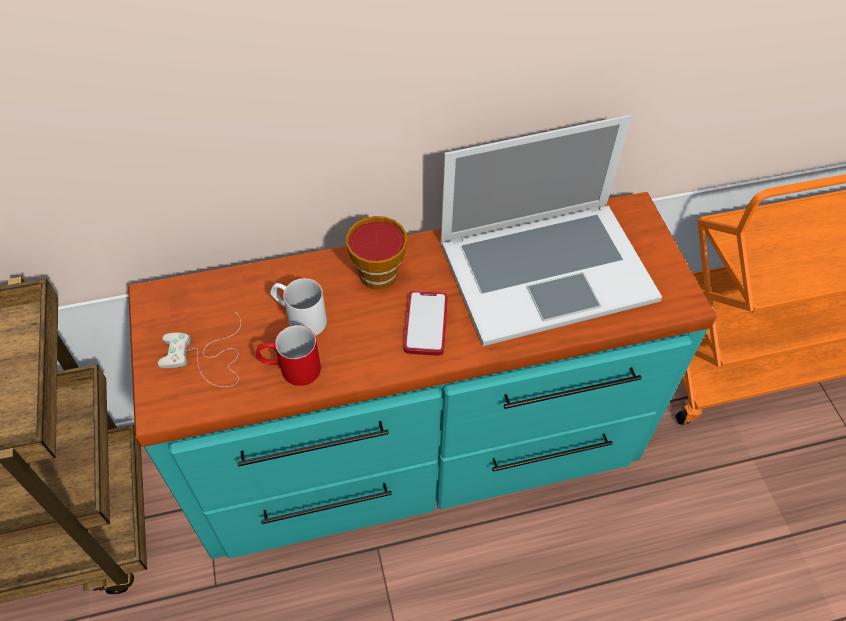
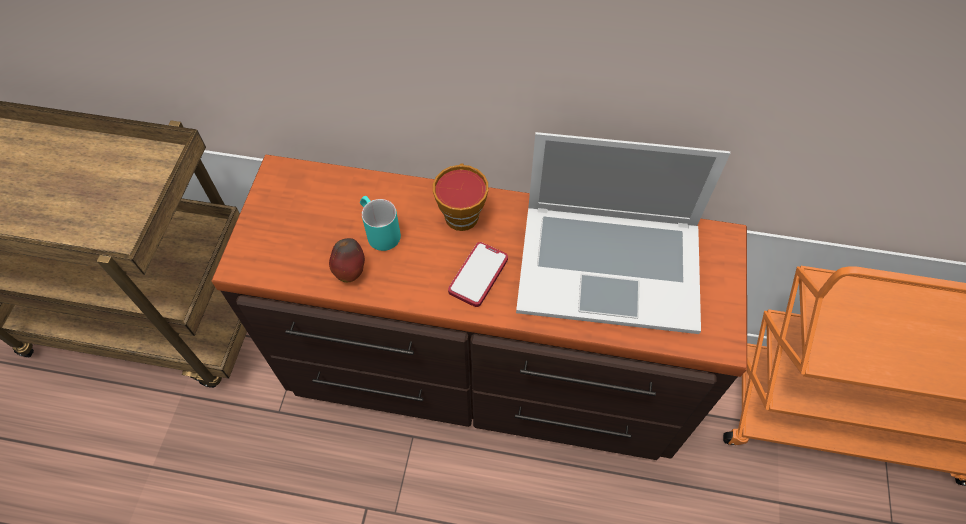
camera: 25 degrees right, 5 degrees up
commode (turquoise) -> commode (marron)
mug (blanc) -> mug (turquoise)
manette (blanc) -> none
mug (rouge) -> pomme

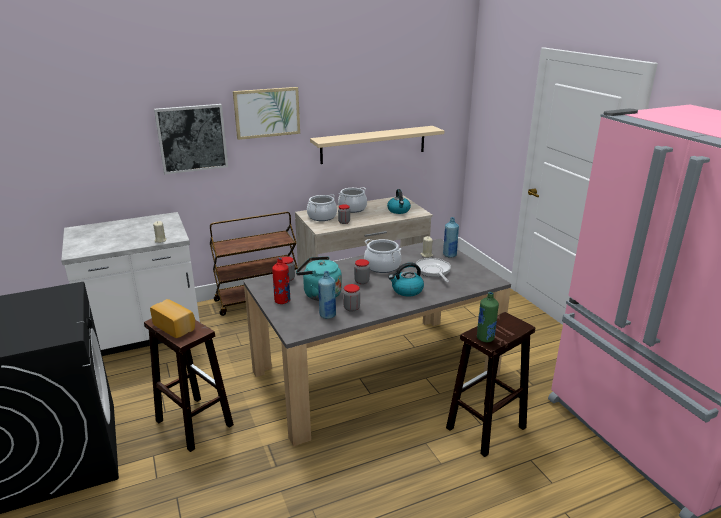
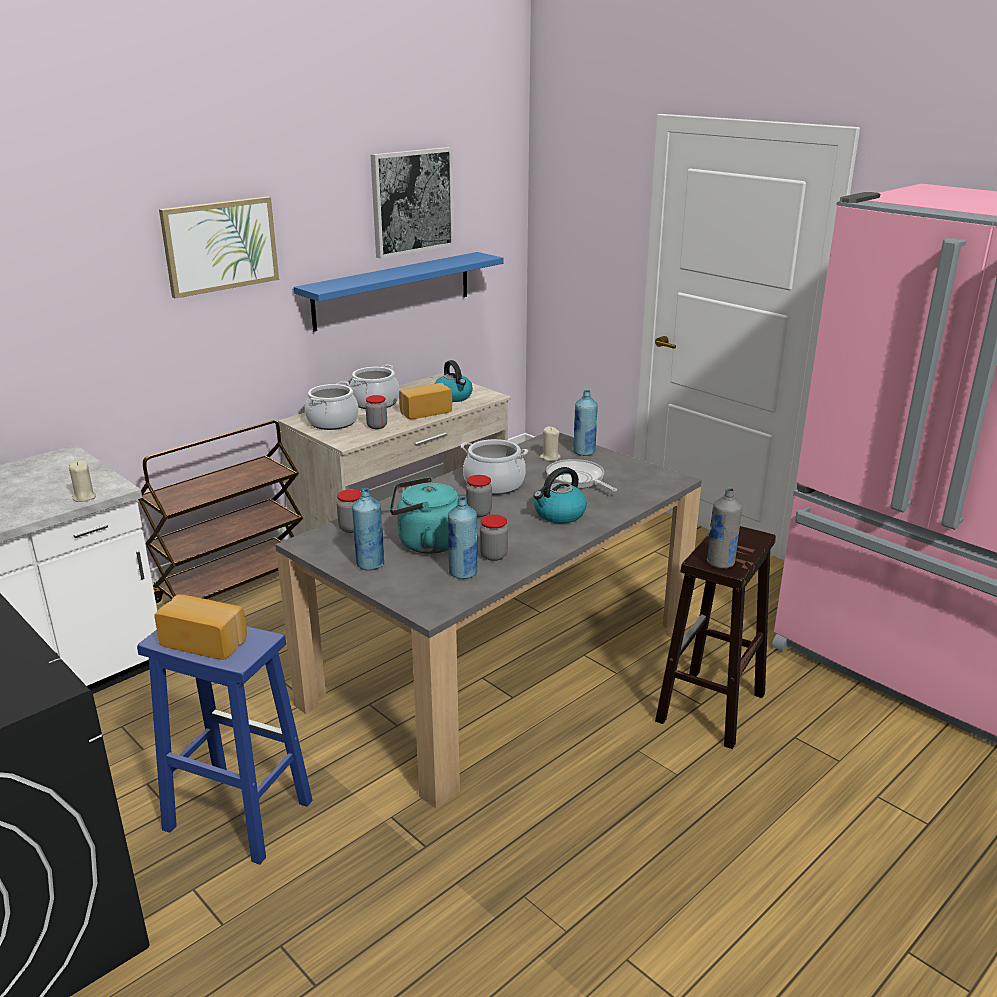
camera: 20 degrees left, 0 degrees up
tableau (1st from left in the first image) -> tableau (2nd from left), move
étagère (beige) -> étagère (bleu)
bouteille (rouge) -> bouteille (bleu) (1st from left)
bouteille (vert) -> bouteille (gris)
tabouret (marron) (1st from left) -> tabouret (bleu)
none -> pain (2nd from left)

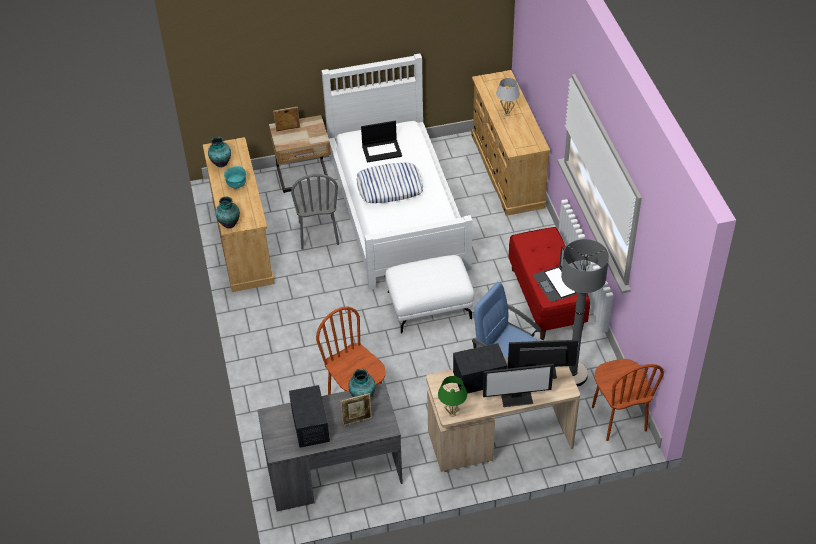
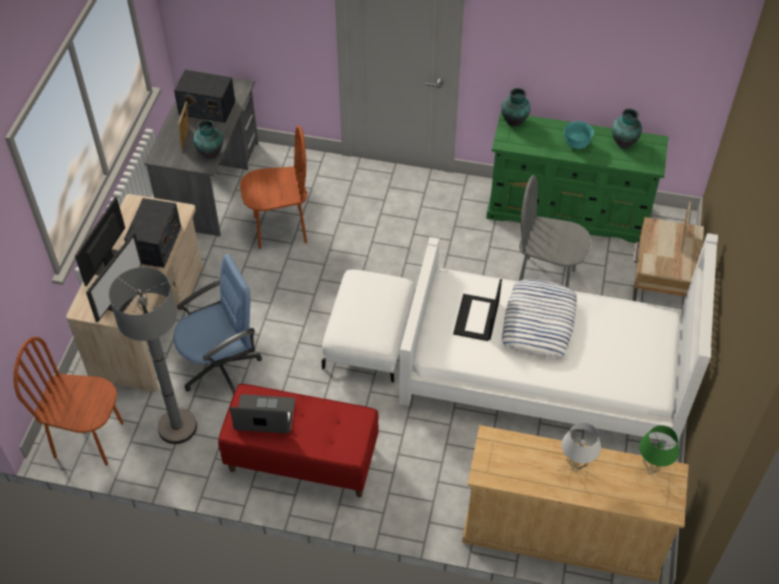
camera: 115 degrees right, 5 degrees up
ordinateur portable (1st from left in the first image) -> ordinateur portable (2nd from left), move
commode (beige) (1st from left) -> commode (vert)
lampe de table (vert), move

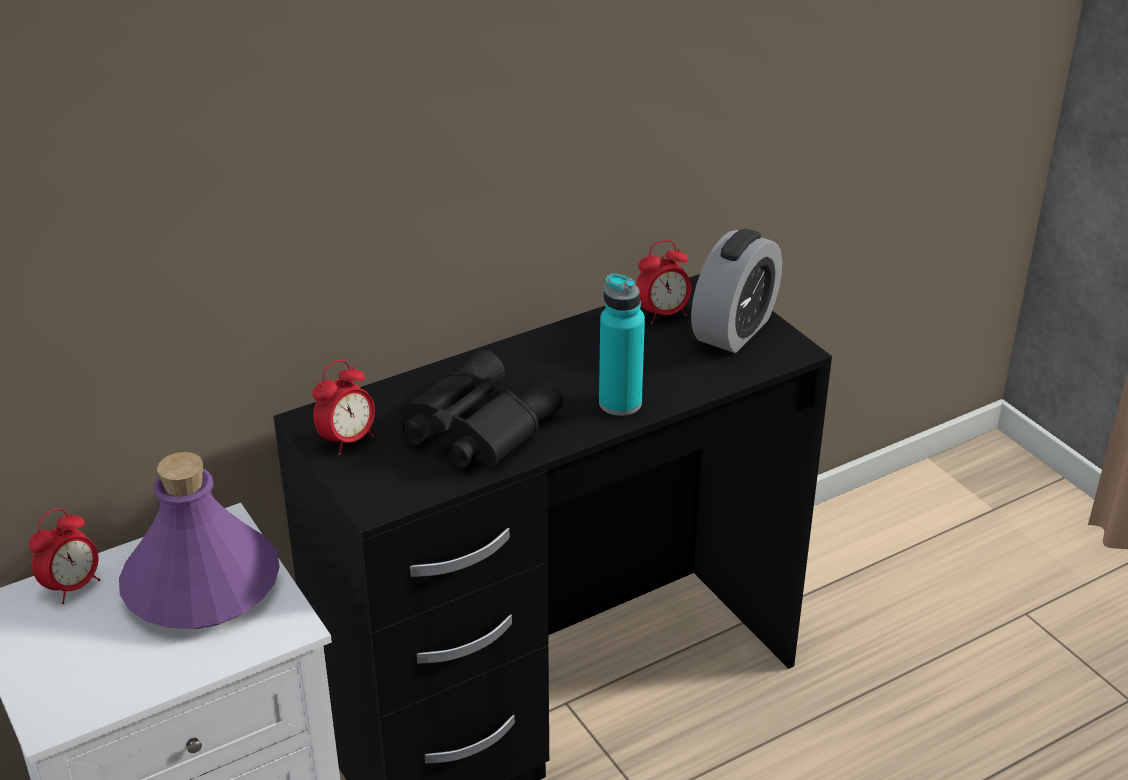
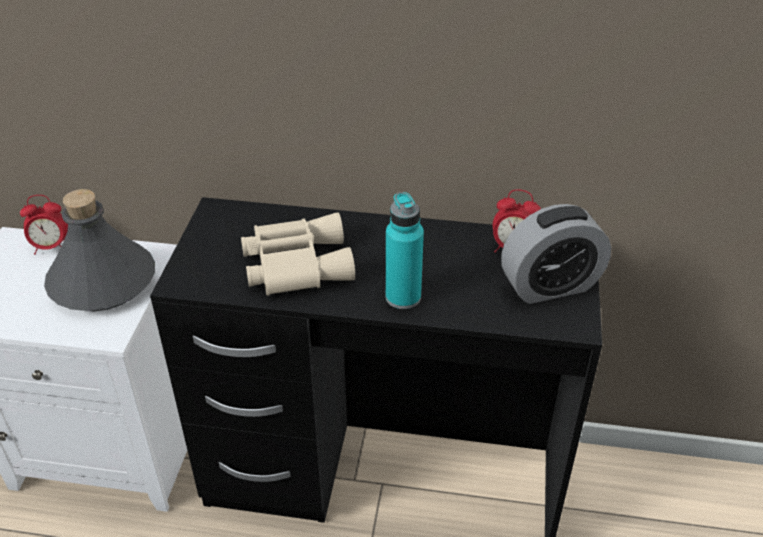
camera: 40 degrees right, 5 degrees up
jumelles (noir) -> jumelles (beige)
réveil (2nd from left) -> none
bouteille (violet) -> bouteille (gris)

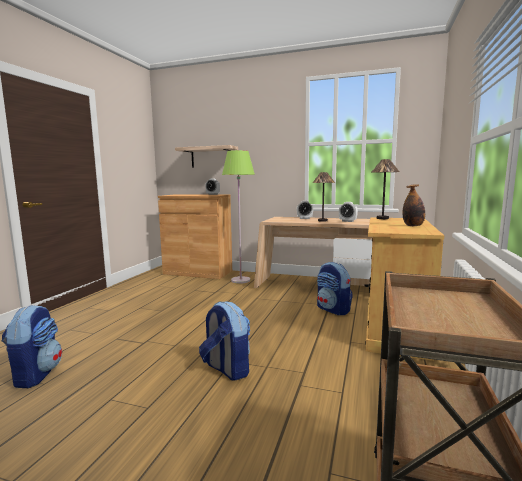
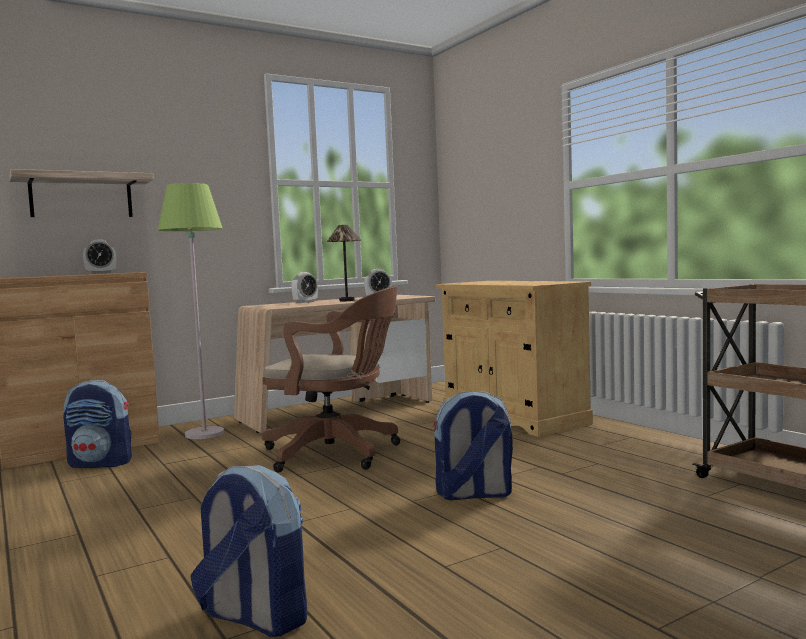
camera: 50 degrees left, 5 degrees down
lampe de table (2nd from left) -> none
bouteille -> none
sac à dos (3rd from left in the first image) -> sac à dos (1st from left), move
none -> chaise de bureau (marron)

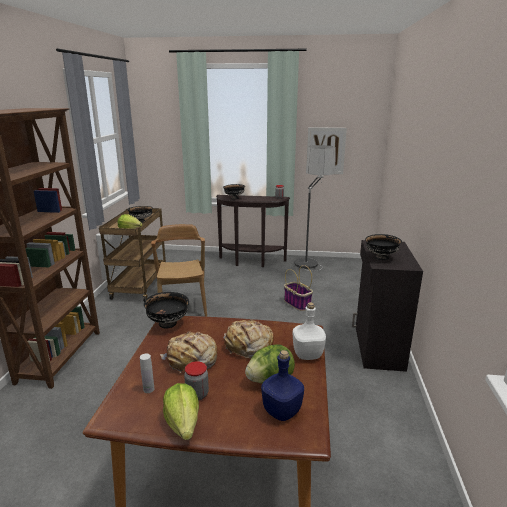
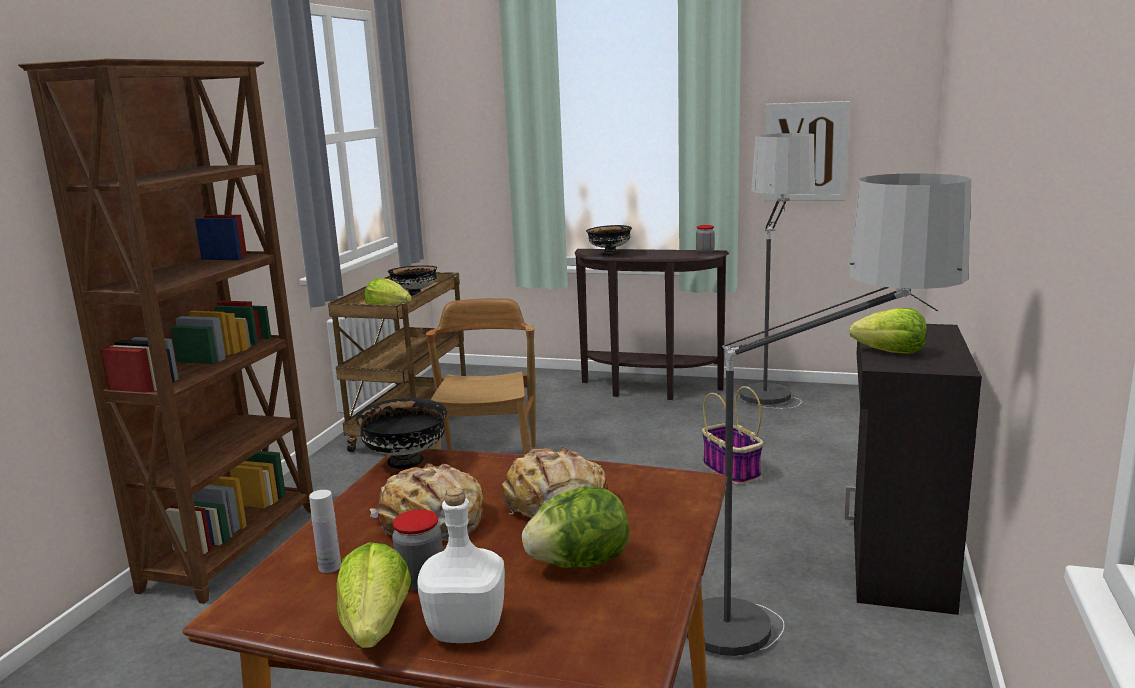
camera: 10 degrees right, 5 degrees down
bol (noir) (4th from left) -> laitue (4th from left)
bouteille (blanc) (2nd from left), move
bouteille (bleu) -> none
none -> lampadaire (2nd from left)

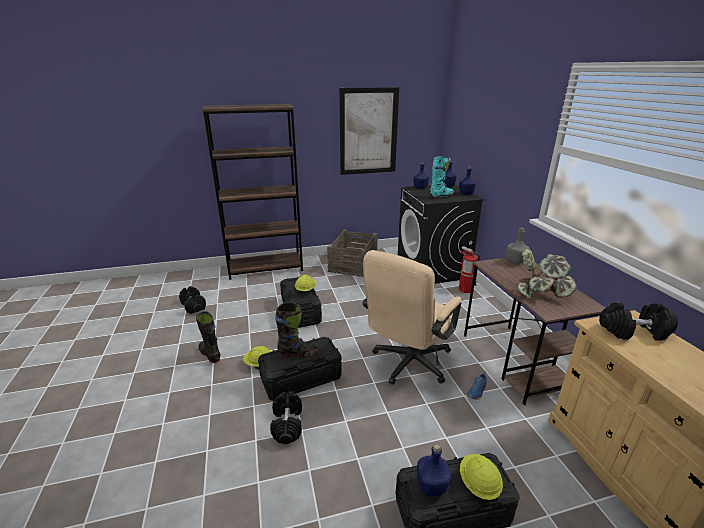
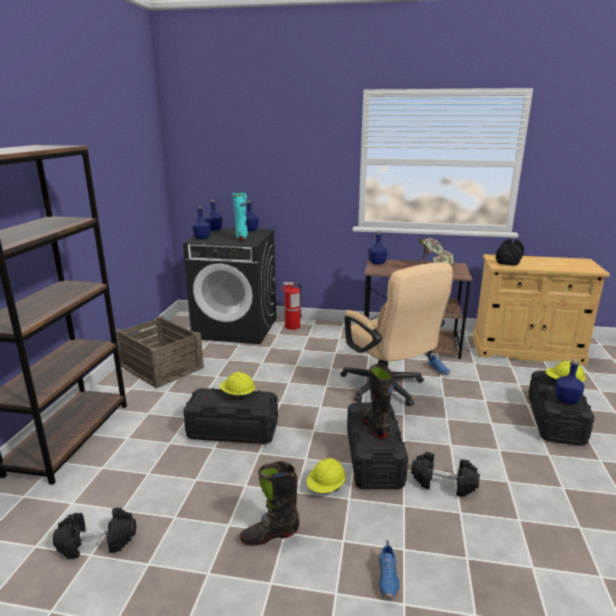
camera: 65 degrees left, 5 degrees down
tableau -> none
bouteille (gris) -> bouteille (bleu) (4th from left)
botte (noir) (2nd from left), 45 degrees counterclockwise
none -> chaussure (bleu) (1st from left)

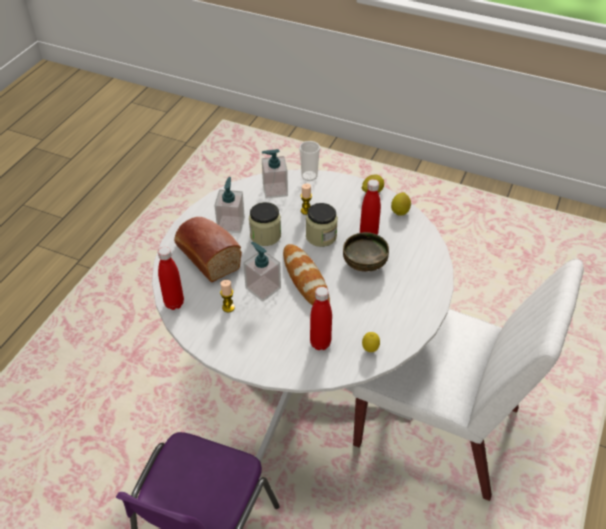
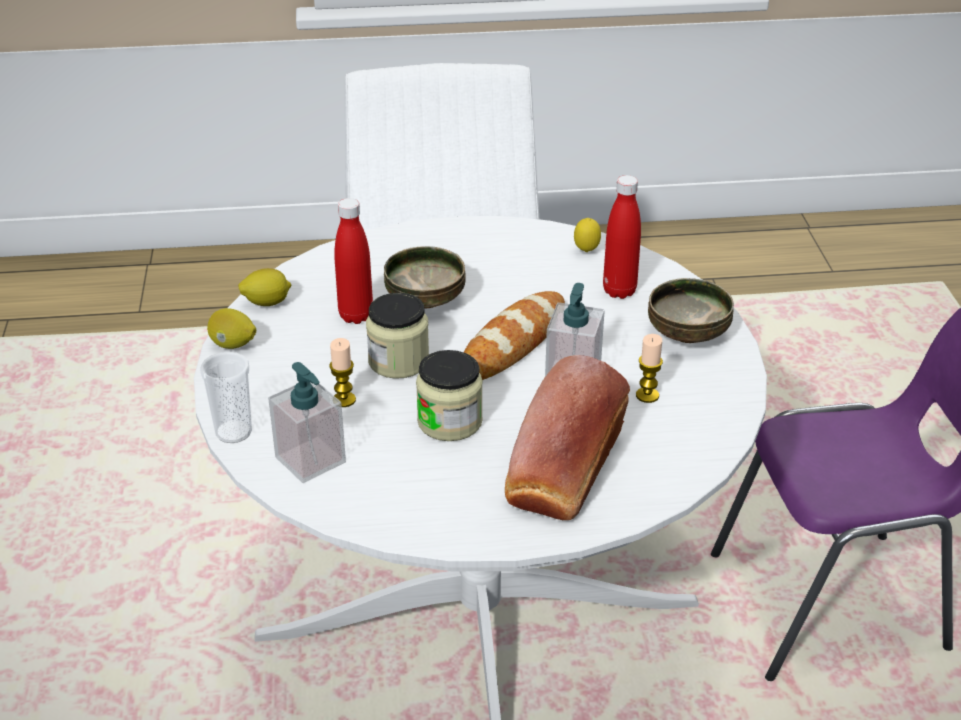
camera: 120 degrees left, 10 degrees down
distributeur de savon (1st from left) -> none
bouteille (rouge) (1st from left) -> none
none -> bol (2nd from left)

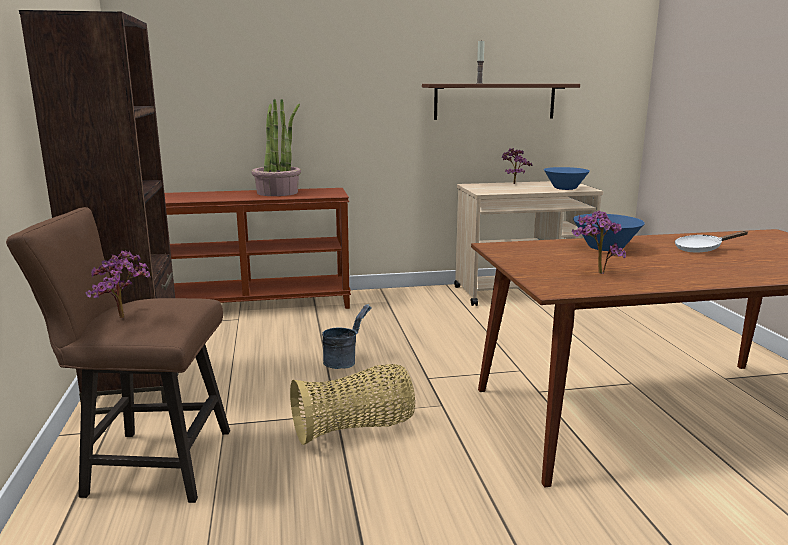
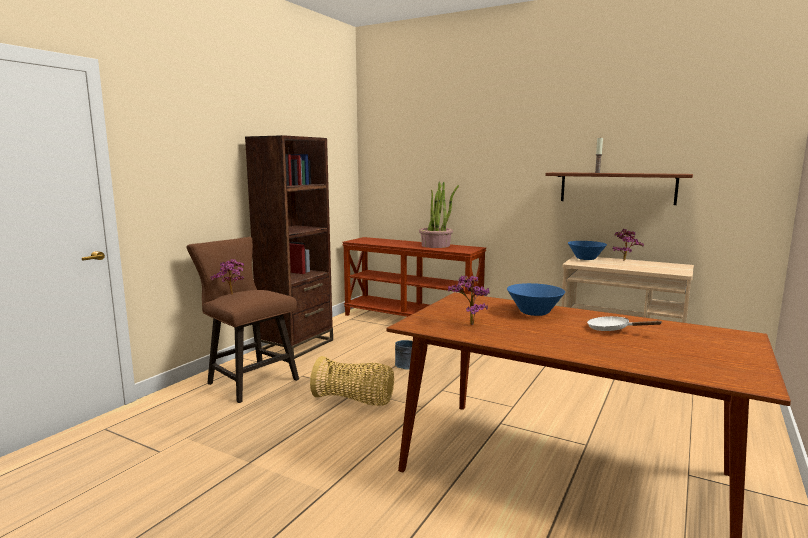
camera: 40 degrees right, 5 degrees down
bol (bleu) (1st from left in the first image) -> bol (bleu) (2nd from left), move

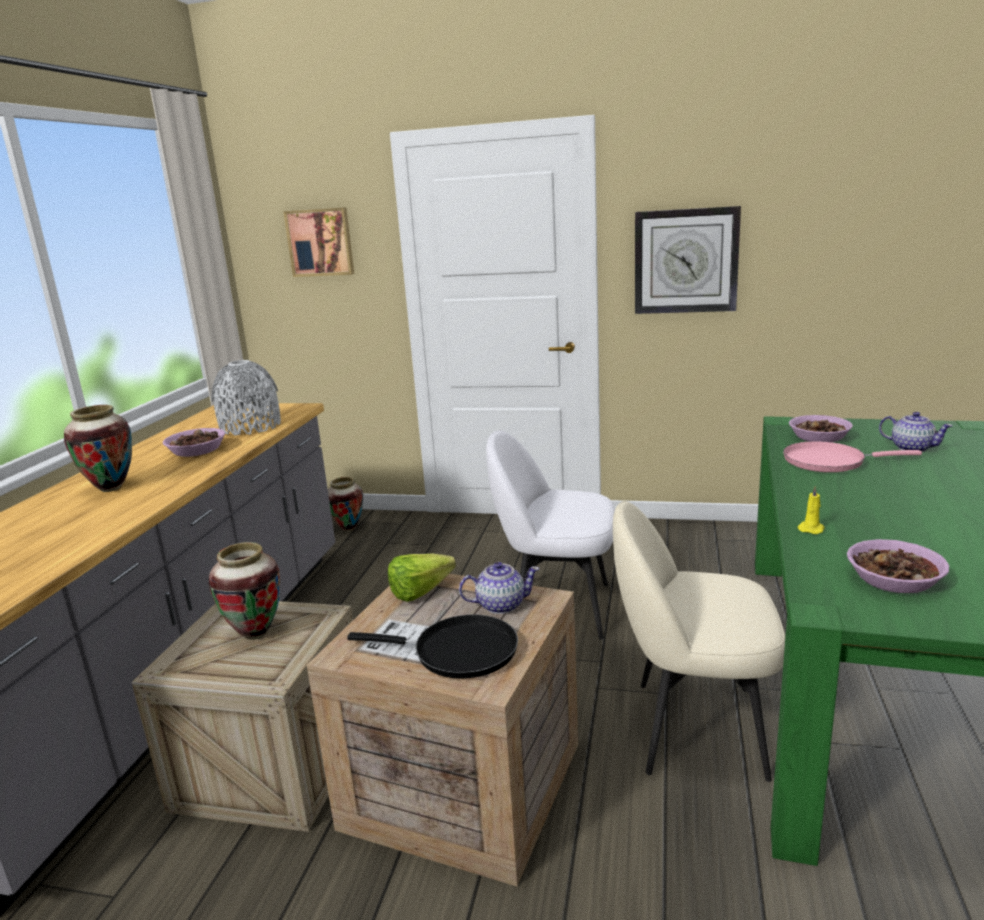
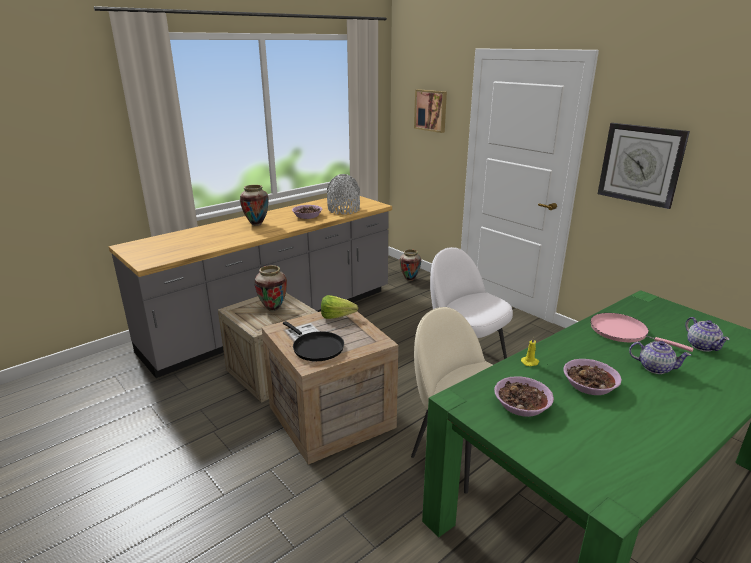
camera: 35 degrees right, 5 degrees up
bol (2nd from left in the first image) -> bol (3rd from left), move
théière (1st from left), move

